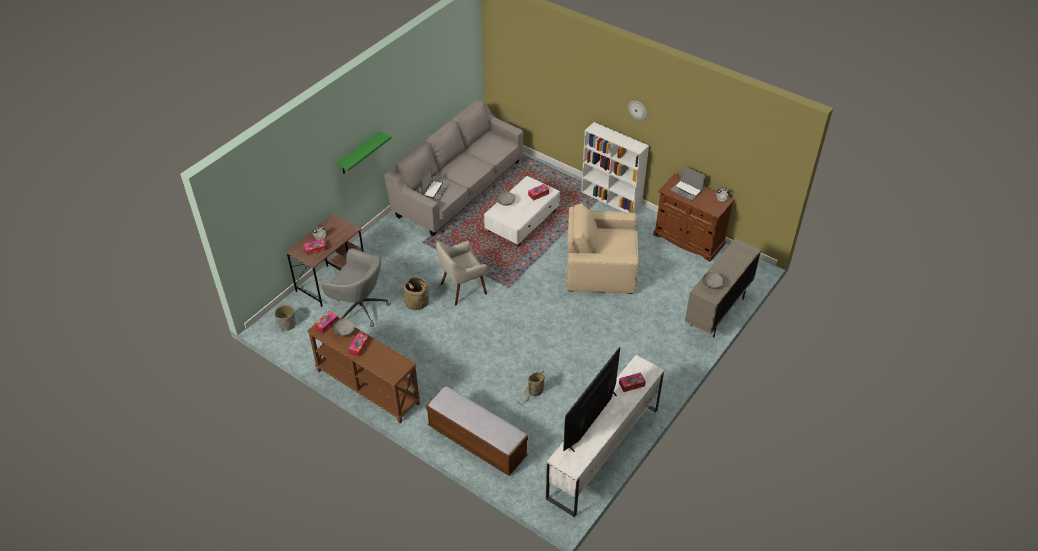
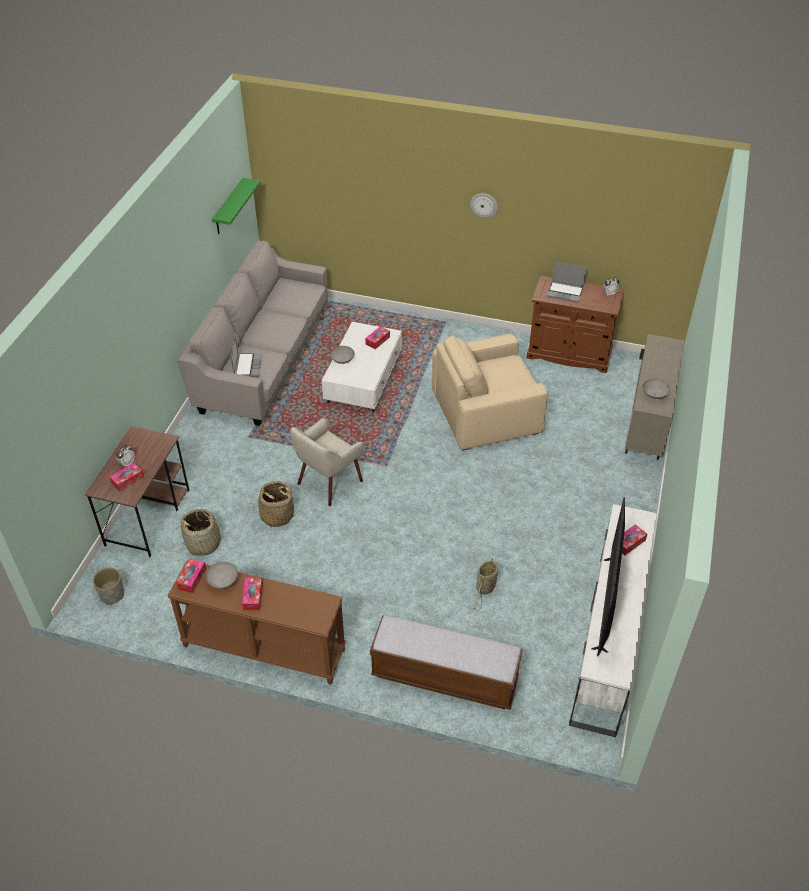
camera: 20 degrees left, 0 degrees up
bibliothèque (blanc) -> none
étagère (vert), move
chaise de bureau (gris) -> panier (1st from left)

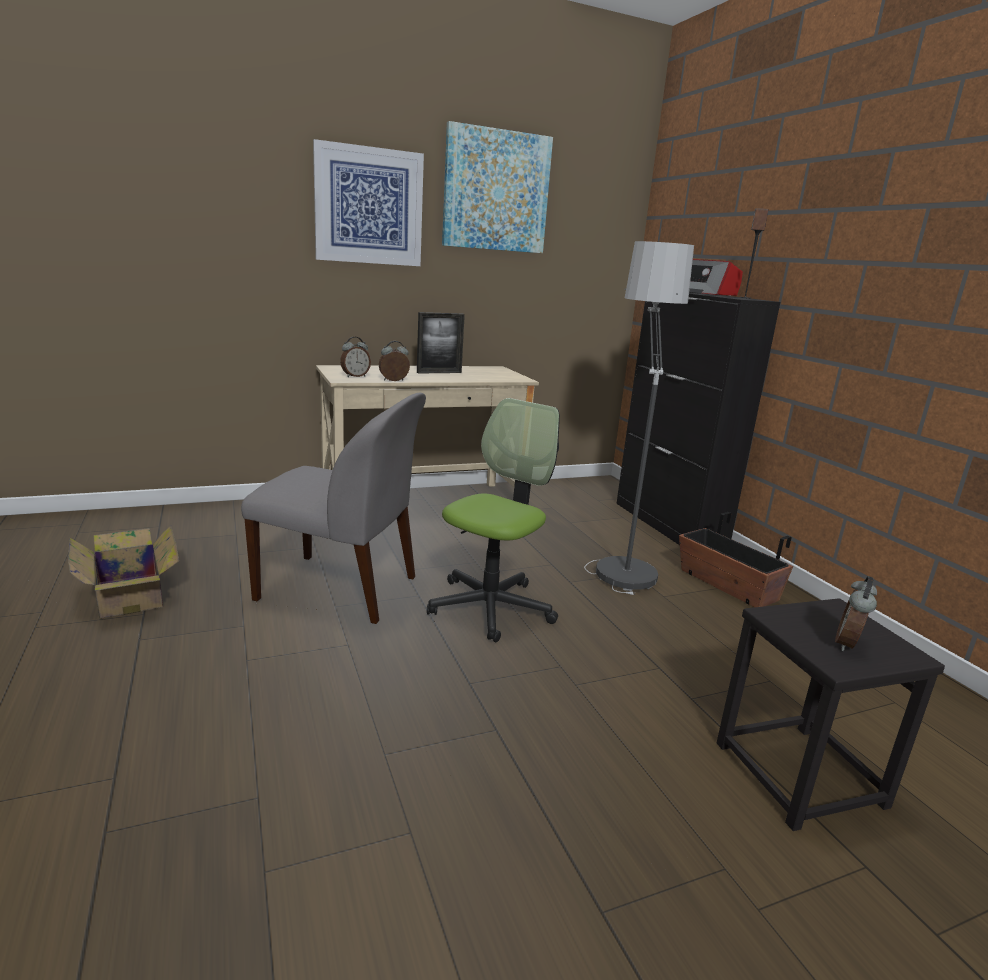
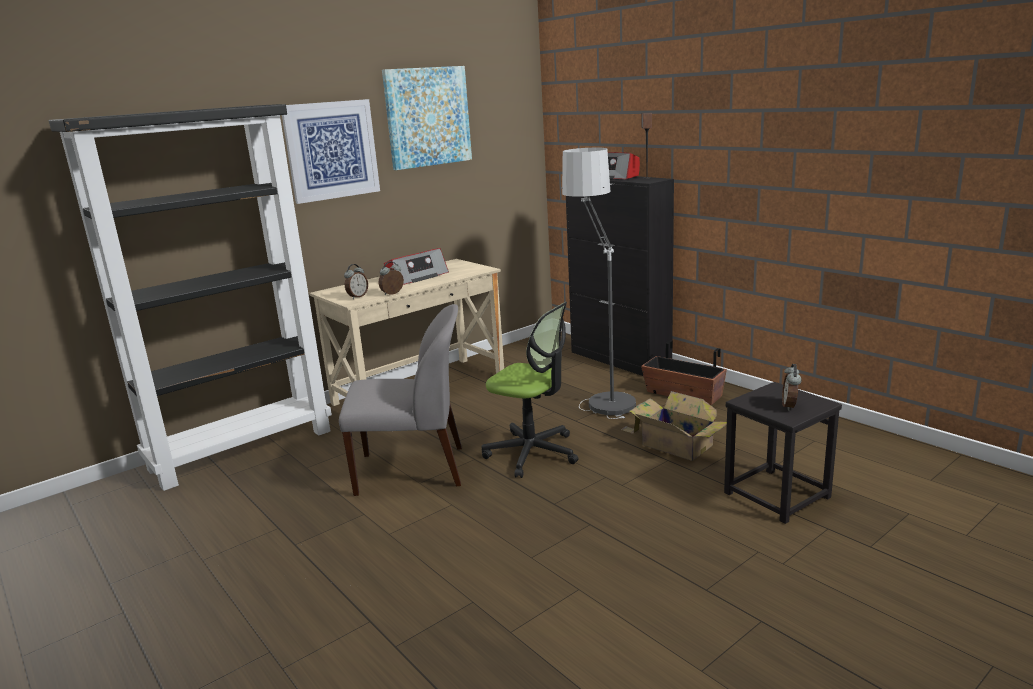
camera: 15 degrees left, 0 degrees up
cadre photo -> radio (1st from left)
chaise de bureau, 105 degrees clockwise
carton, move
none -> bibliothèque (noir)

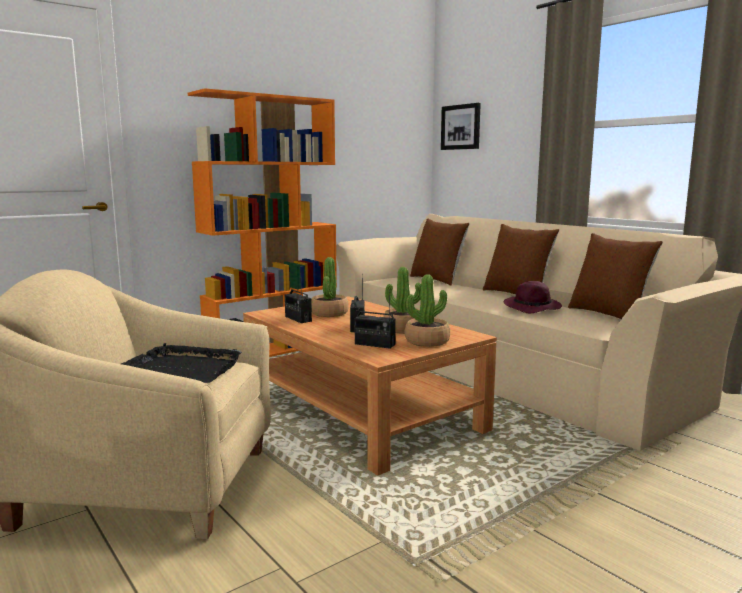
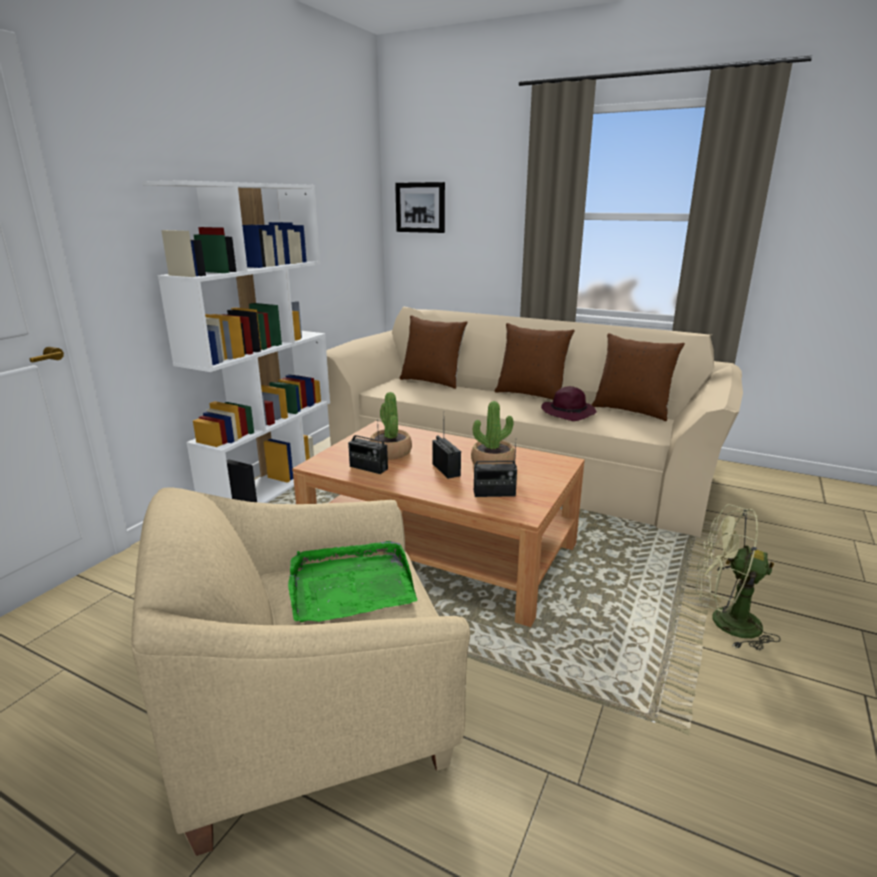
camera: 25 degrees left, 10 degrees up
bibliothèque (orange) -> bibliothèque (blanc)
plante en pot (3rd from left) -> none
plateau (noir) -> plateau (vert)
none -> ventilateur (vert)

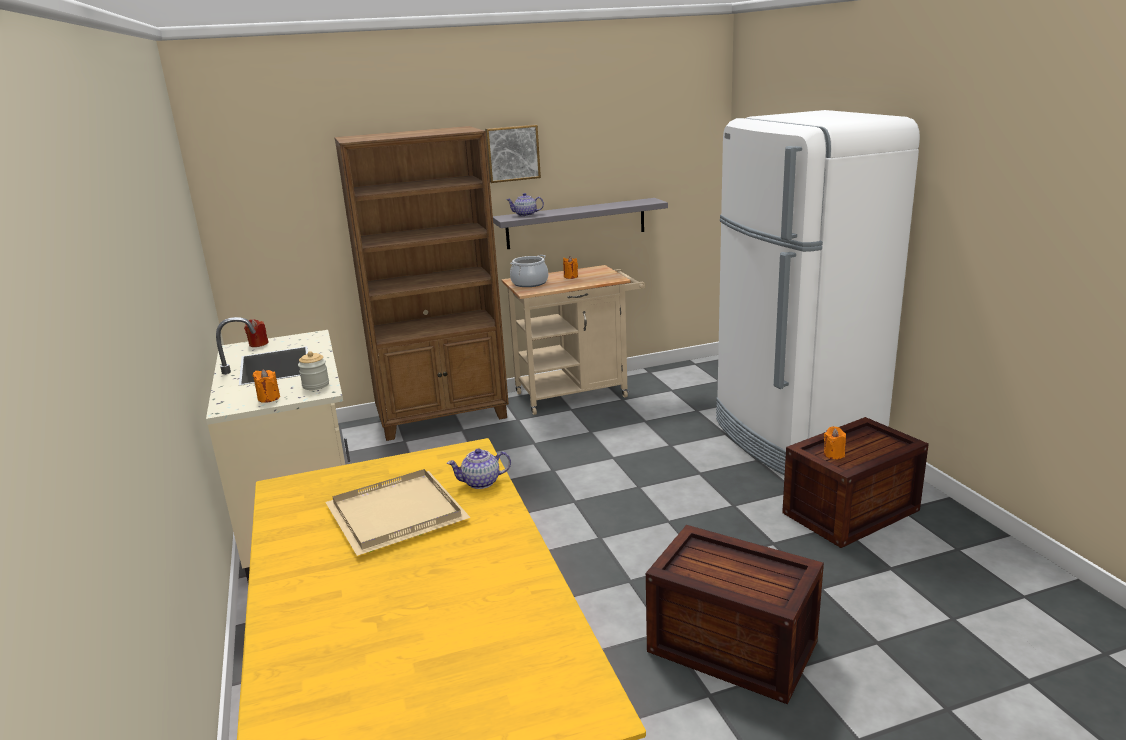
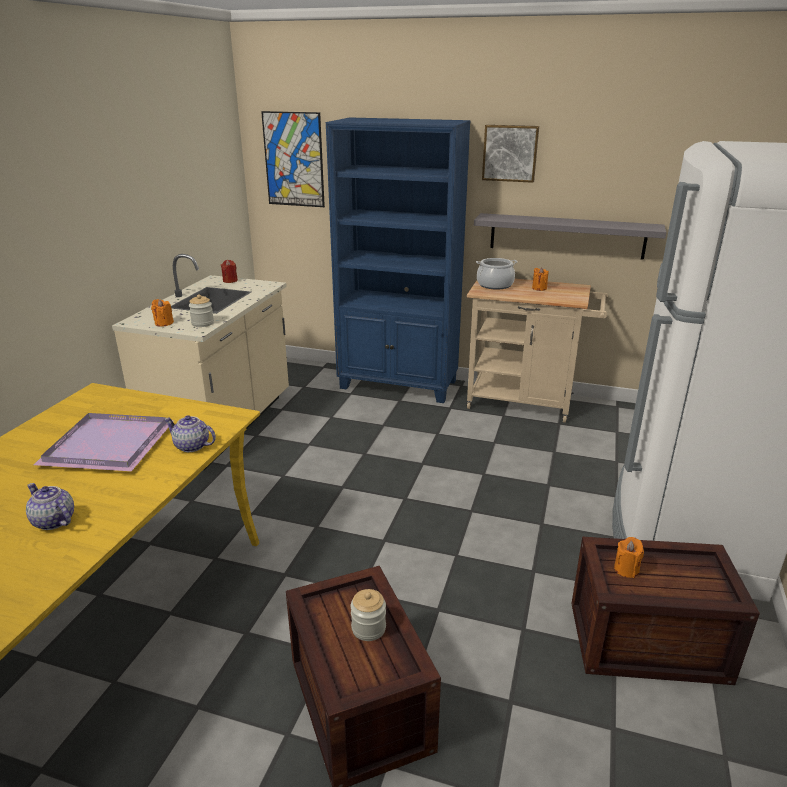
camera: 35 degrees right, 5 degrees up
bibliothèque (marron) -> bibliothèque (bleu)
théière (2nd from left in the first image) -> théière (1st from left), move
plateau (beige) -> plateau (violet)
none -> tableau (1st from left)
none -> bocal (2nd from left)

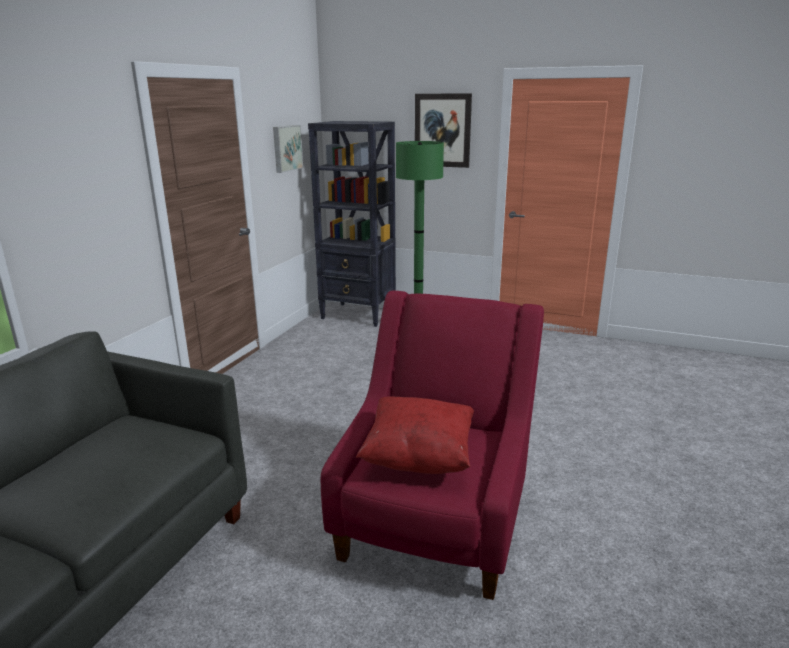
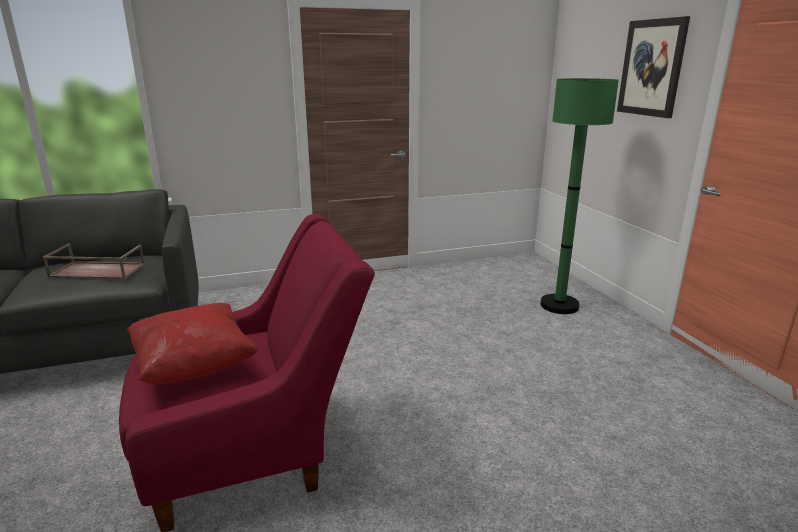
camera: 50 degrees right, 0 degrees up
bibliothèque (noir) -> none
tableau (1st from left) -> none
none -> plateau (marron)

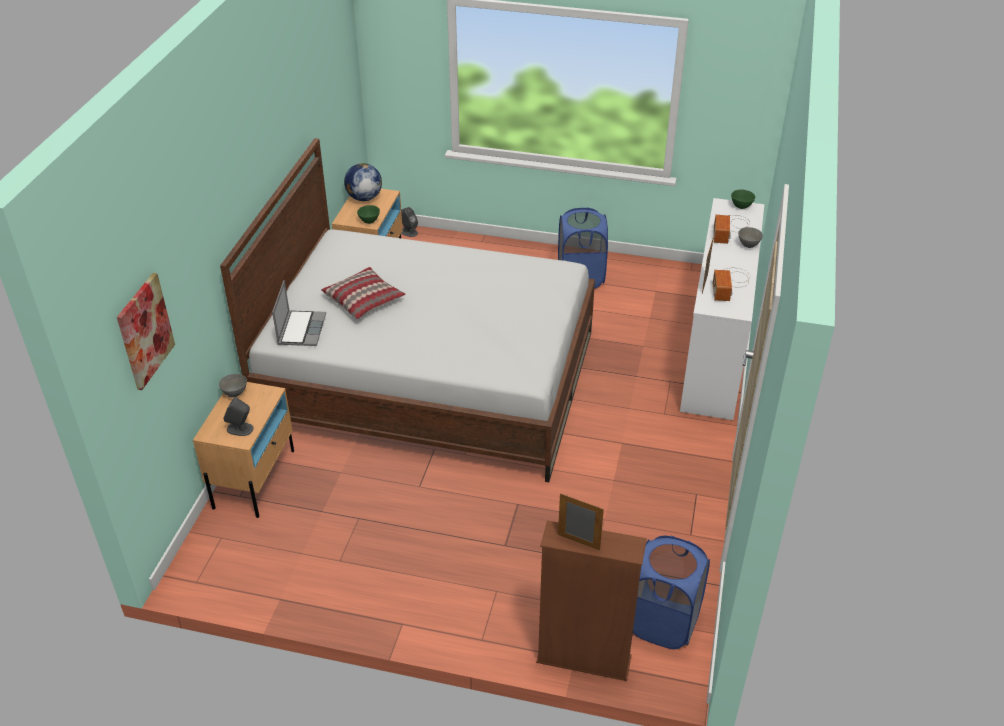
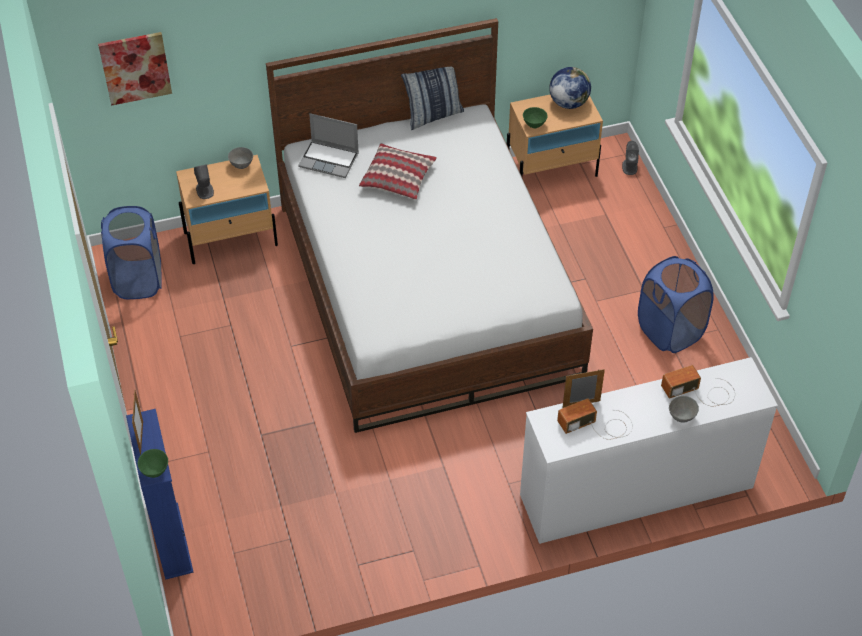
camera: 60 degrees right, 10 degrees up
bol (vert) (2nd from left in the first image) -> bol (vert) (1st from left), move
ordinateur portable, 45 degrees clockwise
bibliothèque (marron) -> bibliothèque (bleu)
panier à linge (bleu) (2nd from left in the first image) -> panier à linge (bleu) (1st from left), move
none -> coussin (2nd from left)

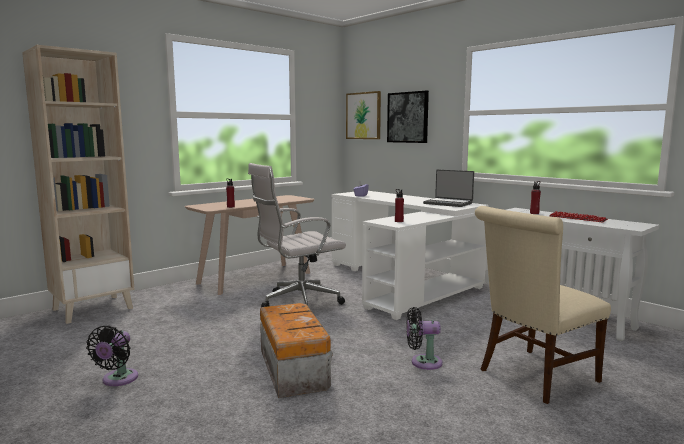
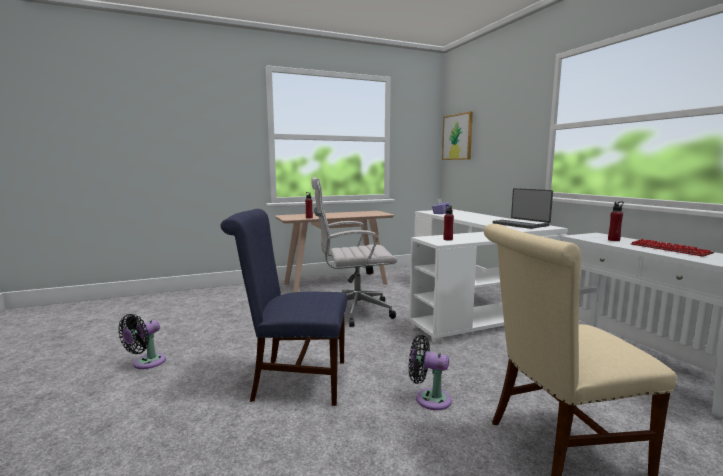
camera: 20 degrees right, 0 degrees up
bibliothèque (beige) -> none
tableau (2nd from left) -> none
boîte de rangement -> chaise (bleu)

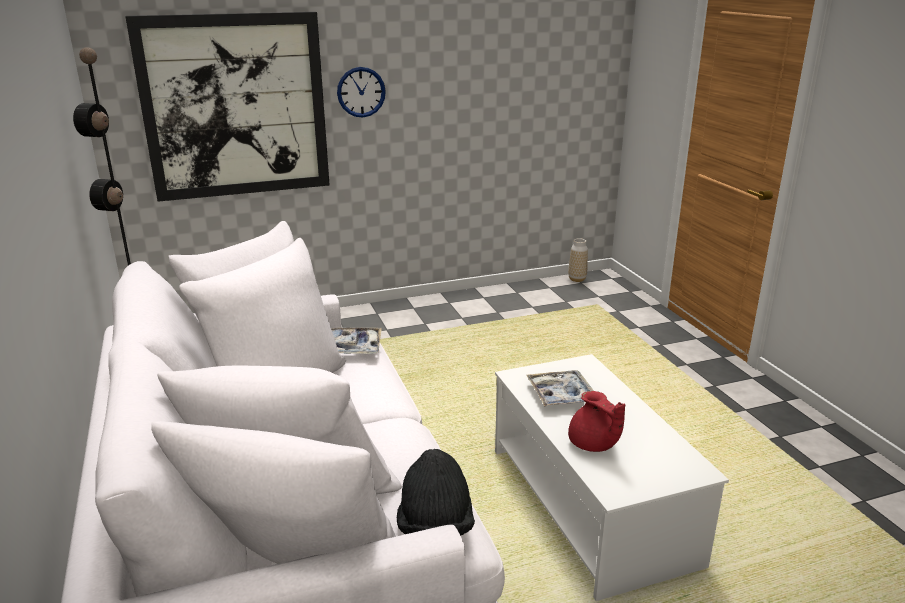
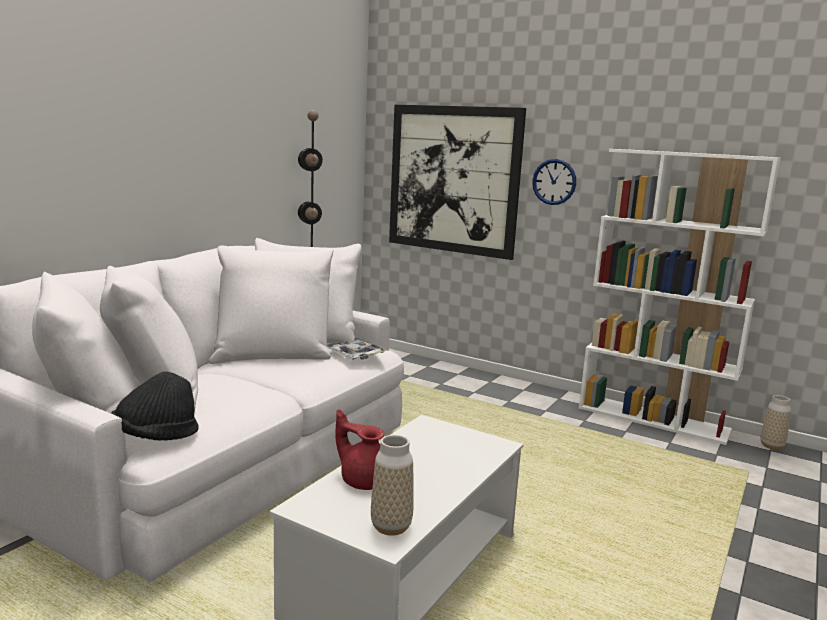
camera: 50 degrees right, 10 degrees down
plateau (2nd from left) -> none
théière (rouge), 105 degrees clockwise
none -> bibliothèque (blanc)
none -> vase (1st from left)

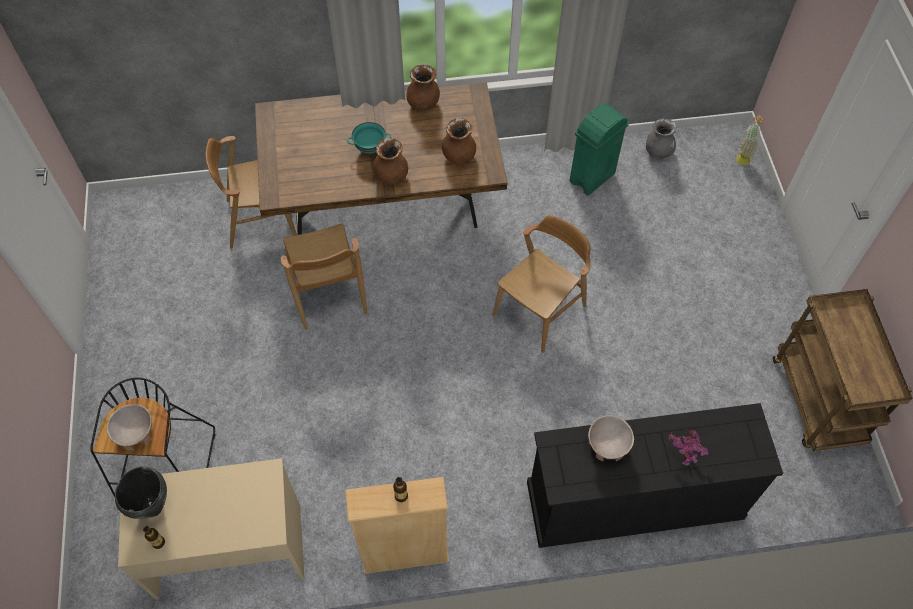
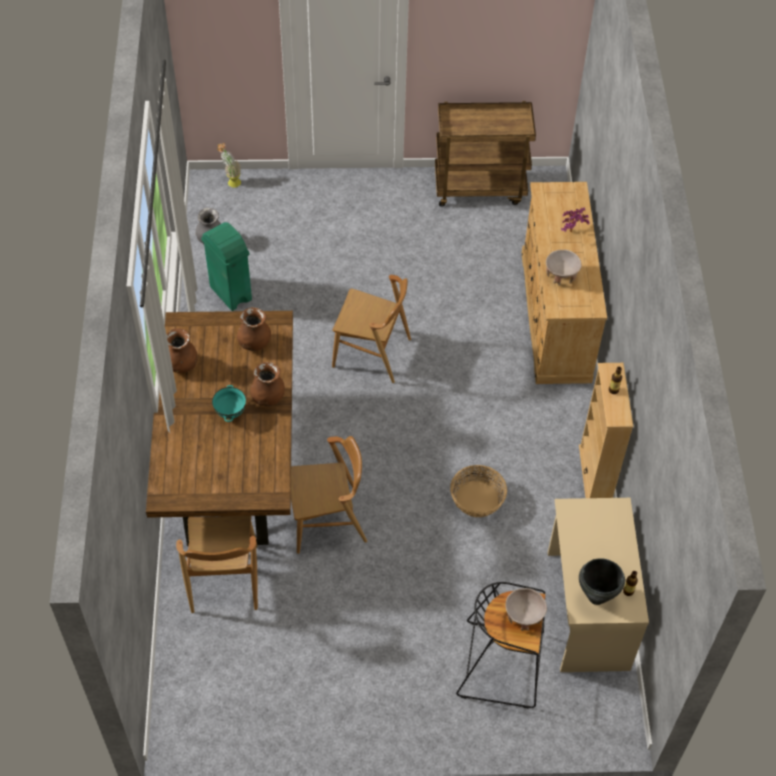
camera: 85 degrees left, 5 degrees down
chaise (marron) (3rd from left), 150 degrees clockwise
commode (noir) -> commode (beige)
none -> panier

